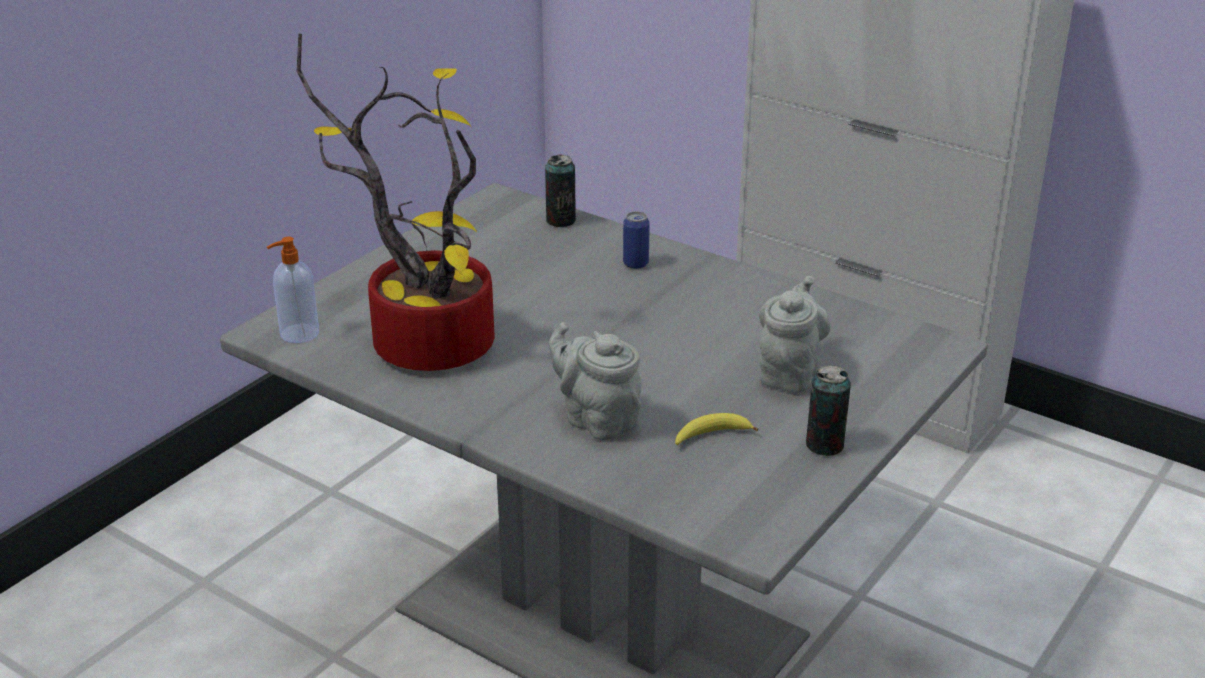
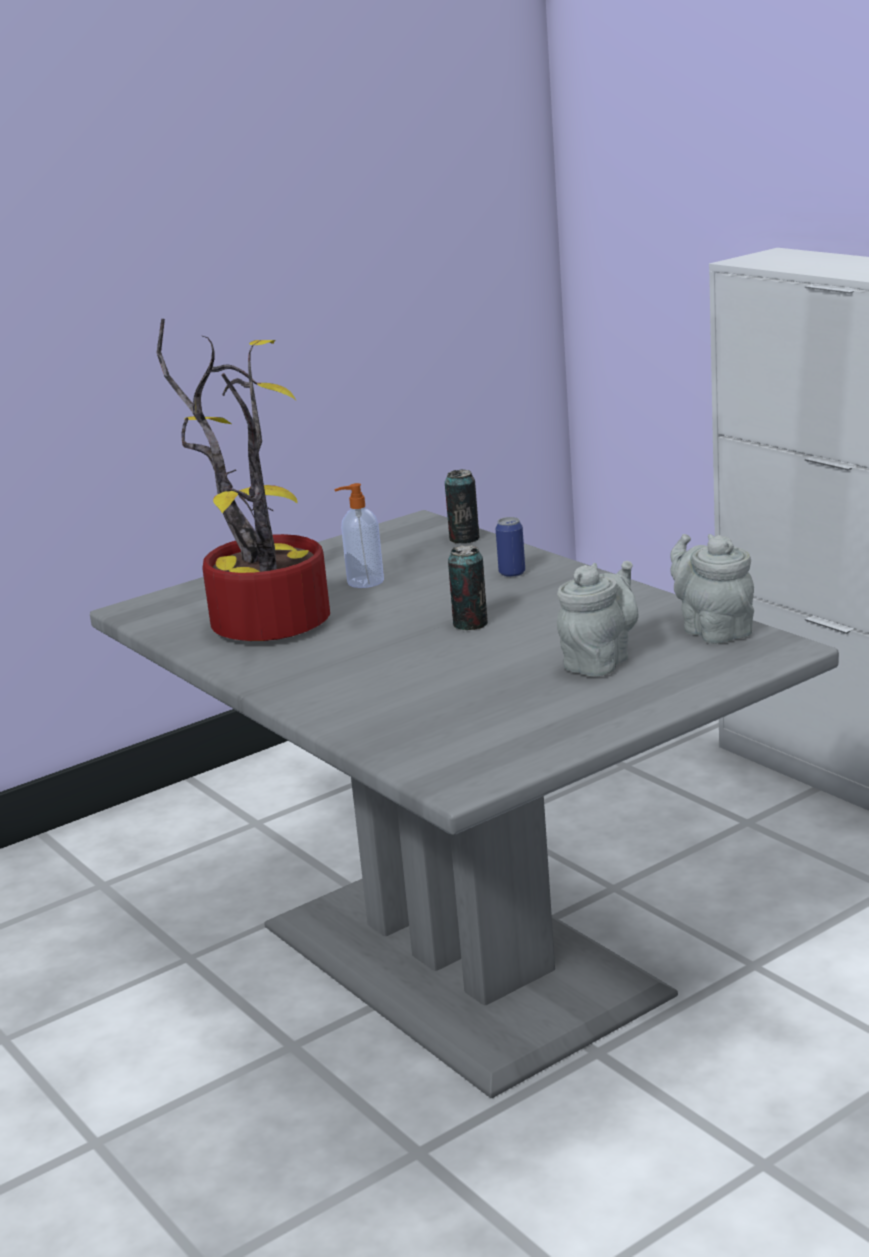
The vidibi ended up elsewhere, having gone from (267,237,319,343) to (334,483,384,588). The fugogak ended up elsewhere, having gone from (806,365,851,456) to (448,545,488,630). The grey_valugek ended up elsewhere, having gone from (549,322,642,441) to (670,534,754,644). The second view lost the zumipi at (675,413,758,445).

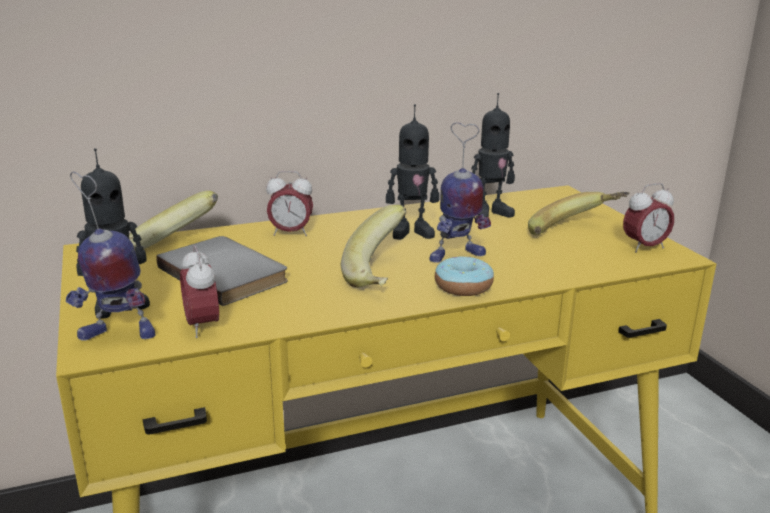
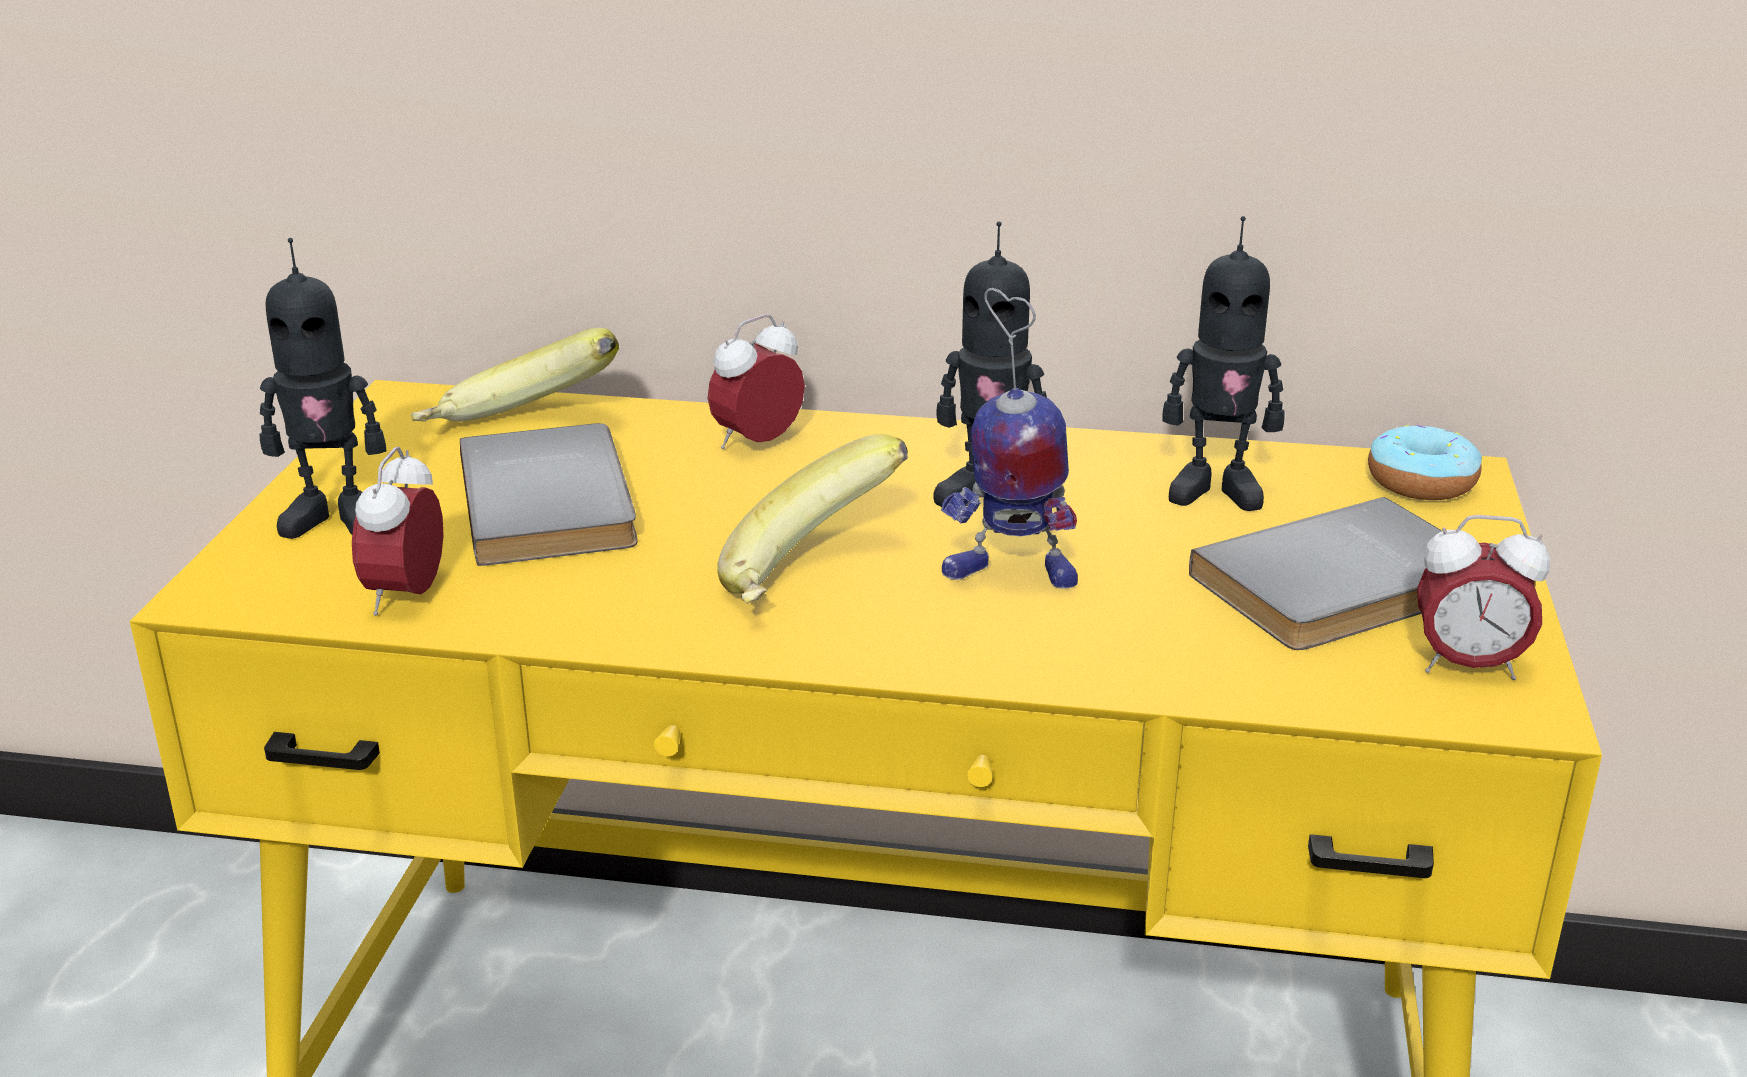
The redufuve at (266,171,313,236) ended up facing another way, 105 degrees clockwise from before. Where the zumipi stood at (528,192,629,235), the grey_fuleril came to stand at (1189,497,1442,650). The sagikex ended up elsewhere, having gone from (435,257,494,296) to (1368,425,1482,500). The second view lost the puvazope at (66,172,155,341).

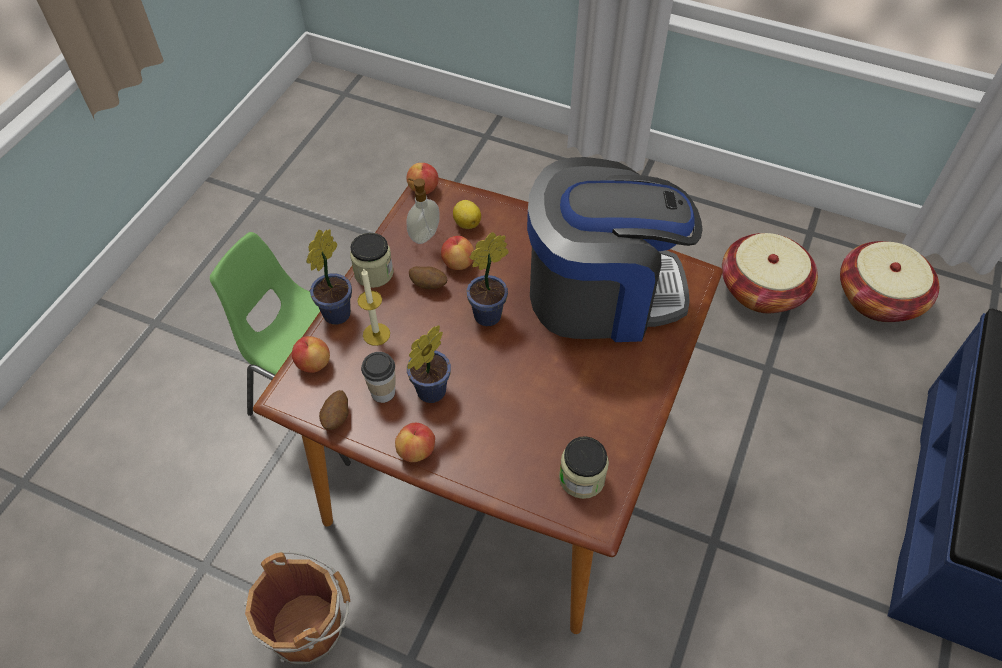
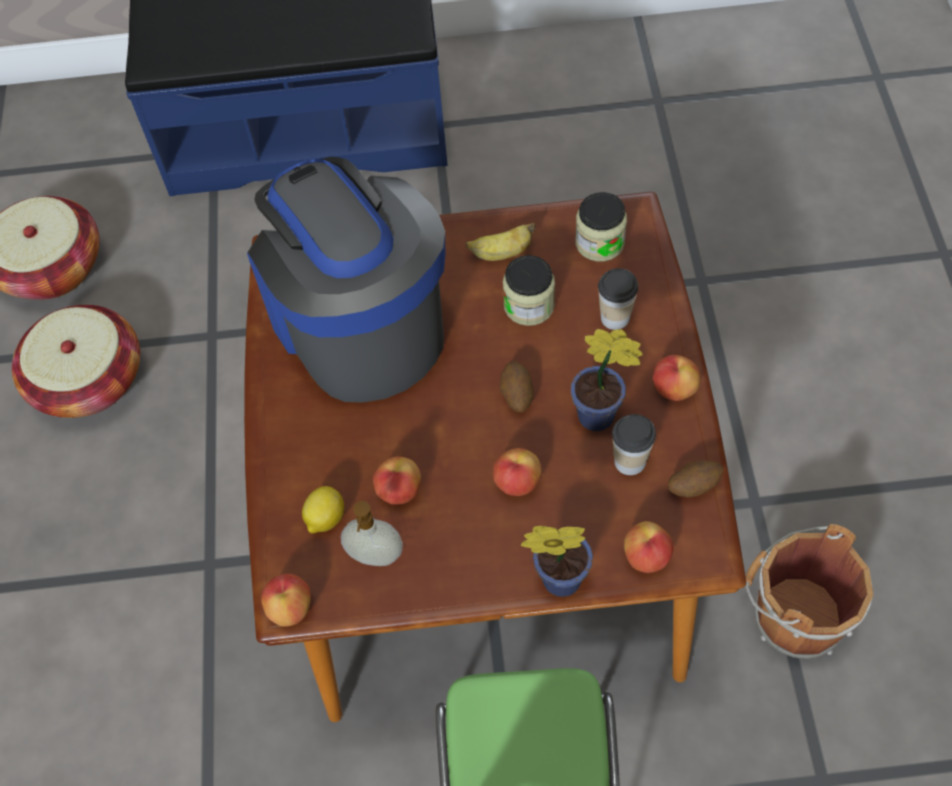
The second view gained the zumipi at (466,223,535,261). The second view gained the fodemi at (493,448,542,496). The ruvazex ended up elsewhere, having gone from (409,266,447,289) to (500,361,534,412). The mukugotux ended up elsewhere, having gone from (350,233,394,288) to (503,255,555,326). The second view gained the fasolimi at (598,268,638,330). The second view lost the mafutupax at (357,268,390,346). The second view lost the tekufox at (466,232,509,326).

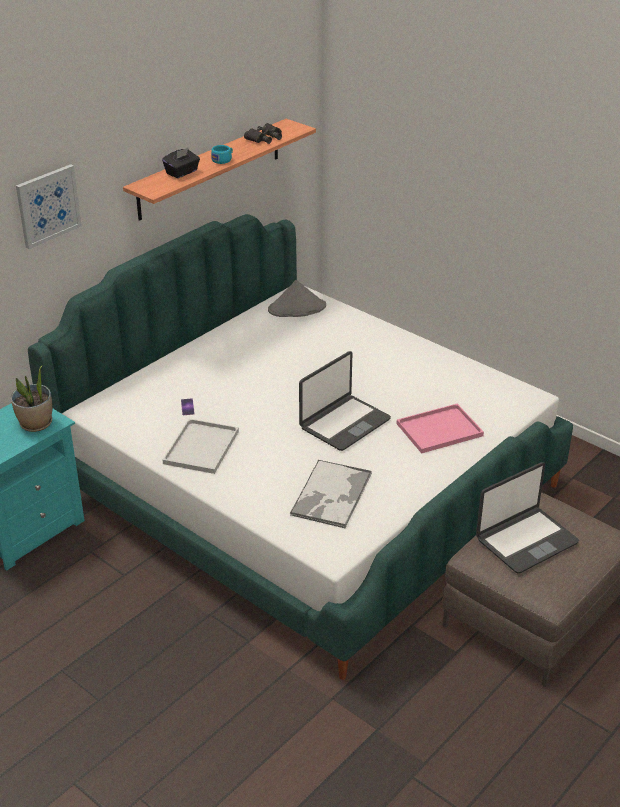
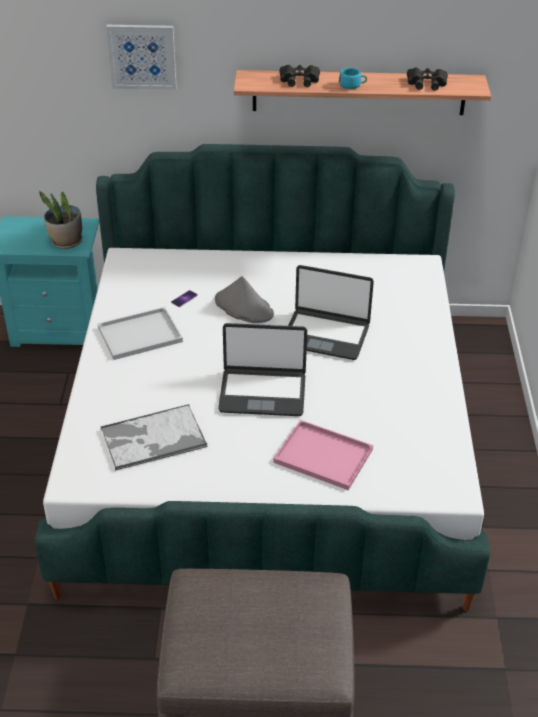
The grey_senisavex ended up elsewhere, having gone from (268,280,326,317) to (215,276,274,323). Where the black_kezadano stood at (162,147,200,178), the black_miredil came to stand at (279,65,320,87). The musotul ended up elsewhere, having gone from (476,462,579,574) to (288,265,374,360).

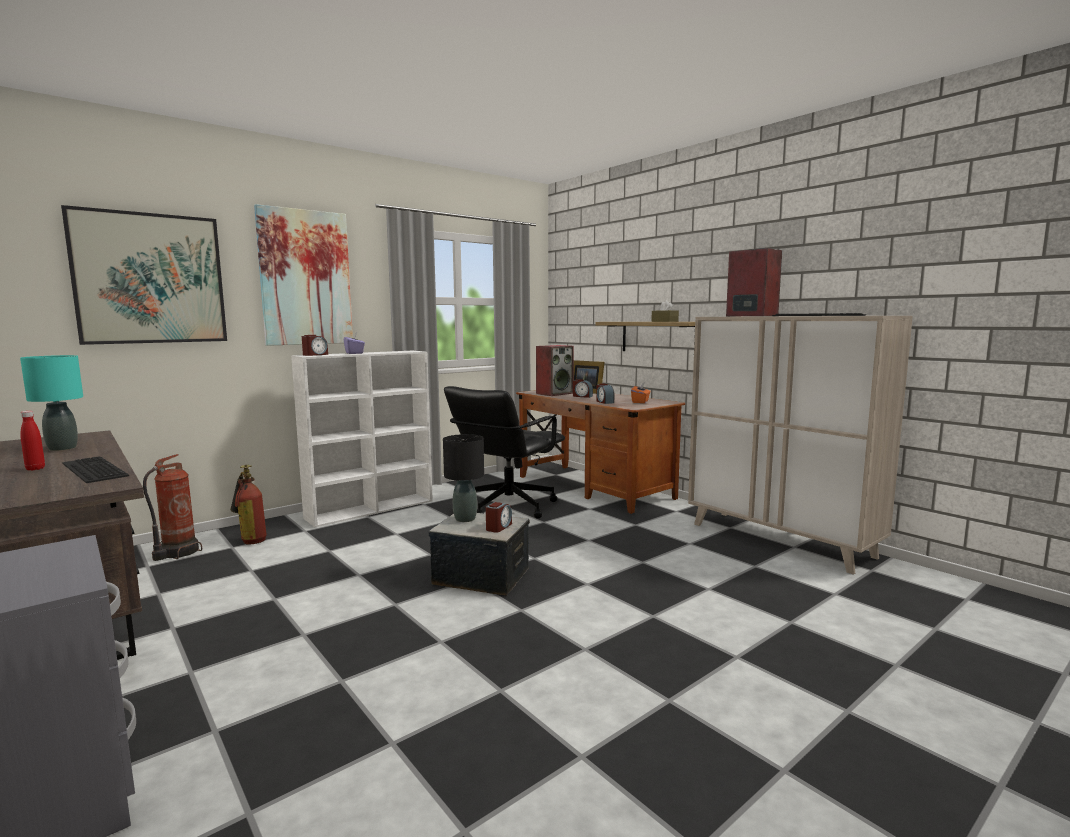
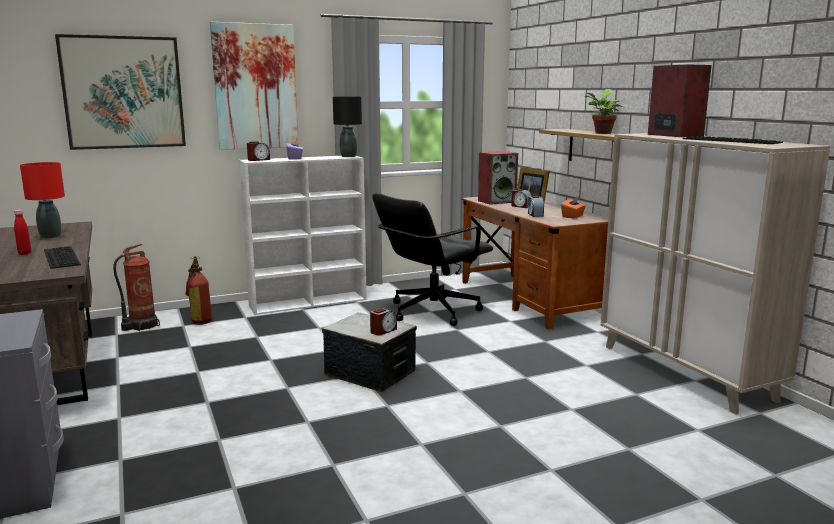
What was the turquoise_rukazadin at (20,355,83,451) turned into the red_rukazadin at (20,162,65,238). The black_rukazadin ended up elsewhere, having gone from (443,434,484,522) to (333,97,362,157). Where the brown_kezadano stood at (651,300,679,322), the tekufox came to stand at (585,89,622,134).

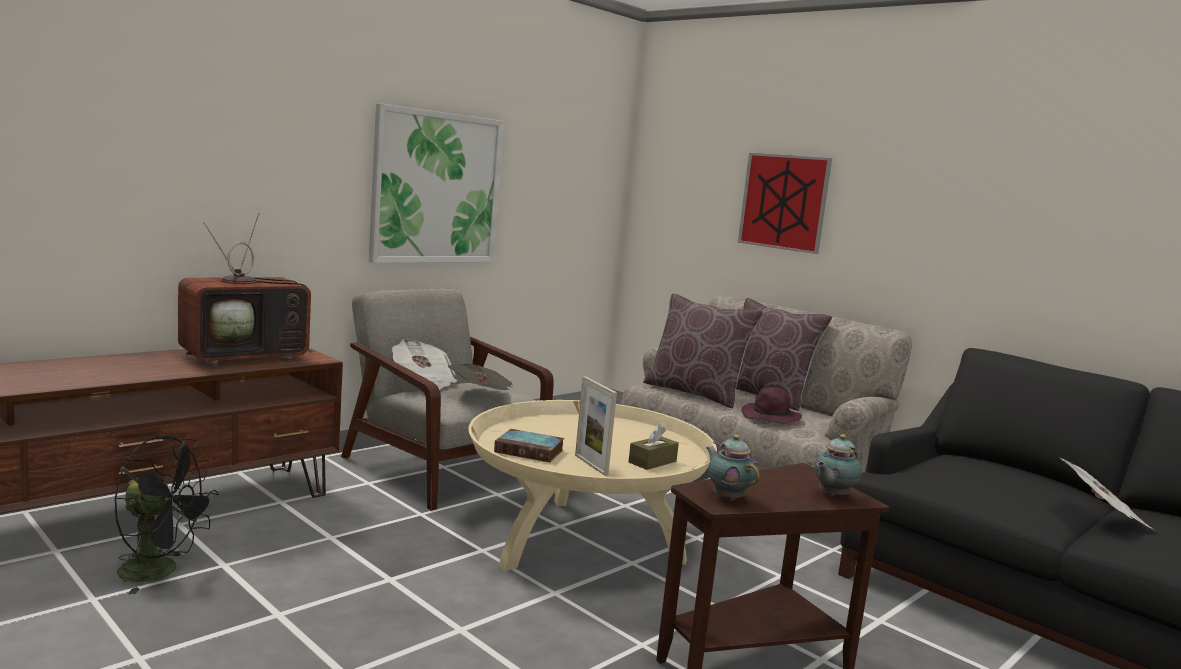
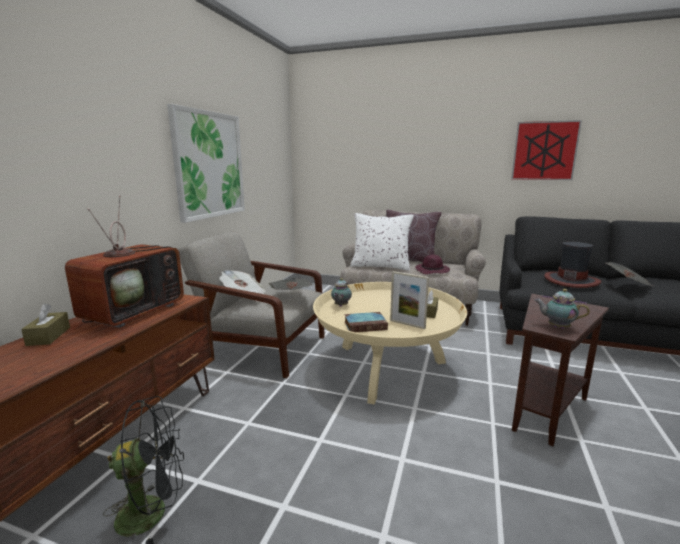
The second view gained the brown_kezadano at (21,303,70,346). The valugek ended up elsewhere, having gone from (815,434,862,497) to (331,278,352,307). What was the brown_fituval at (643,293,763,408) turned into the white_fituval at (350,213,414,270). The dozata ended up elsewhere, having gone from (738,153,832,254) to (511,120,582,180). The second view gained the senisavex at (544,242,601,288).

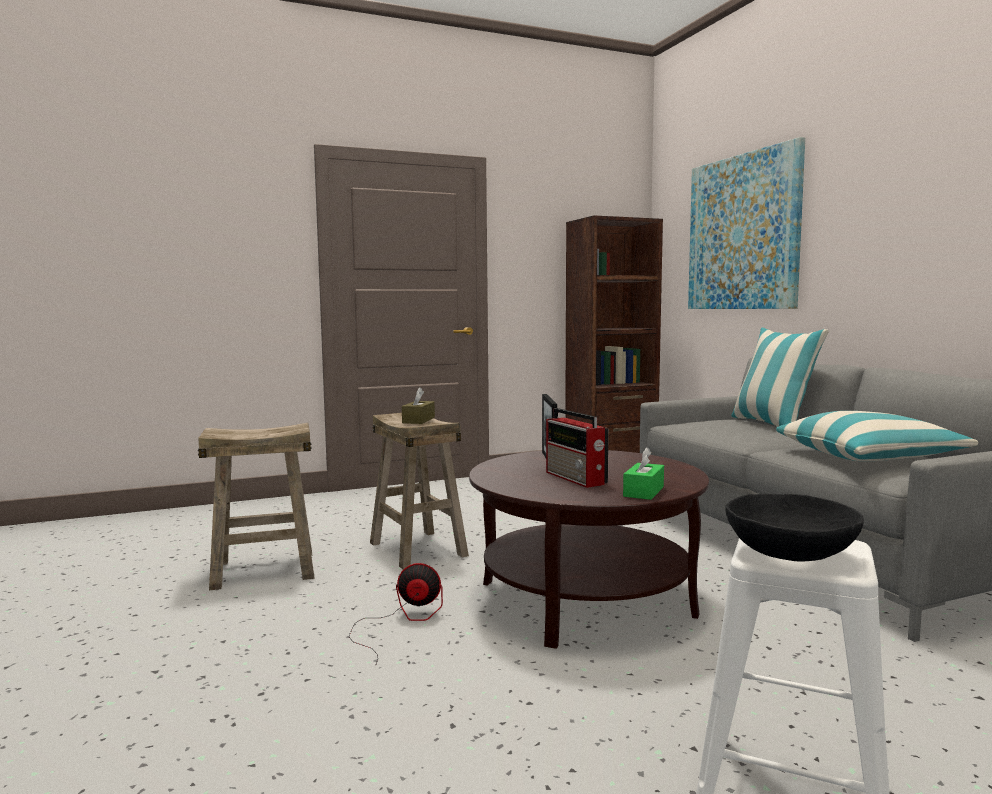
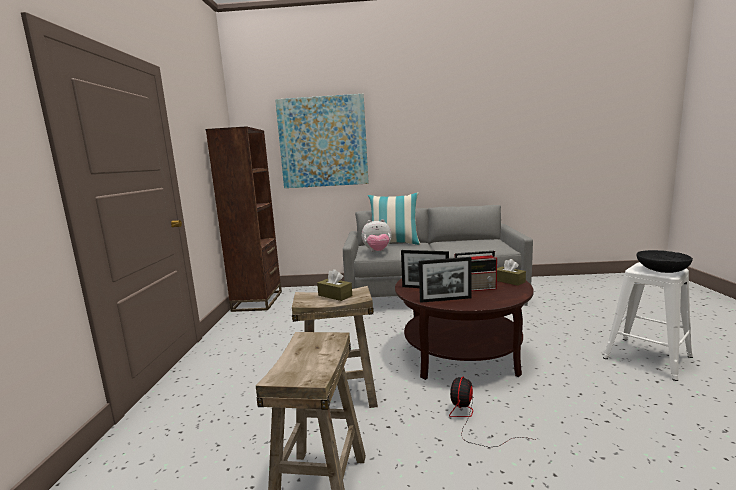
The second view gained the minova at (362,219,392,252). The second view gained the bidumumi at (419,257,472,303). What was the green_kezadano at (623,447,664,500) turned into the brown_kezadano at (497,259,526,286). The second view lost the fituval at (776,411,978,461).

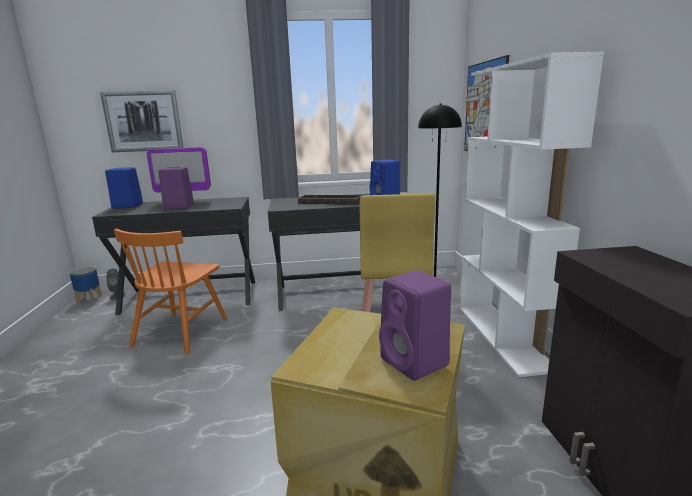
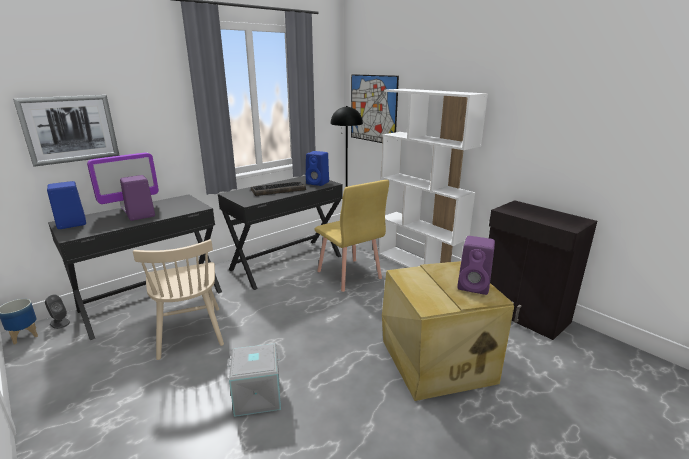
What was the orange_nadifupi at (114,229,227,354) turned into the beige_nadifupi at (133,239,224,360). The second view gained the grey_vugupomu at (227,344,281,417).

